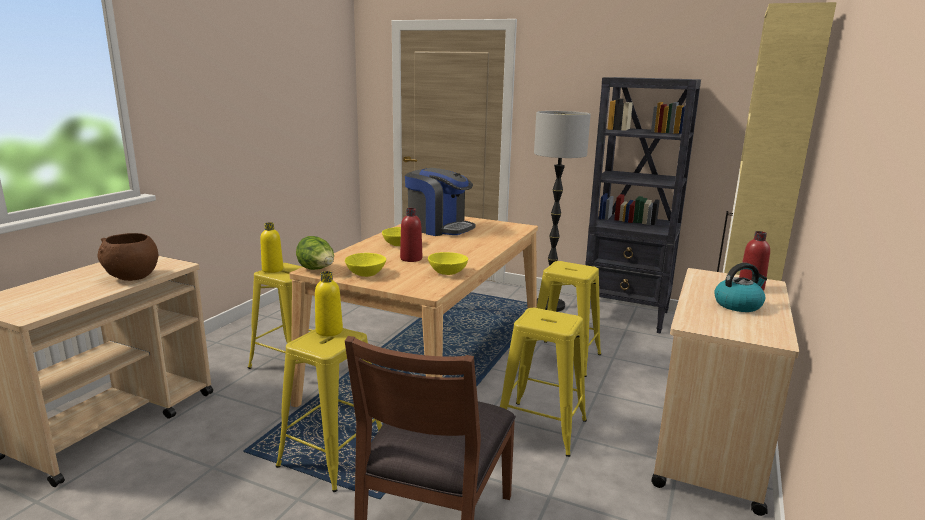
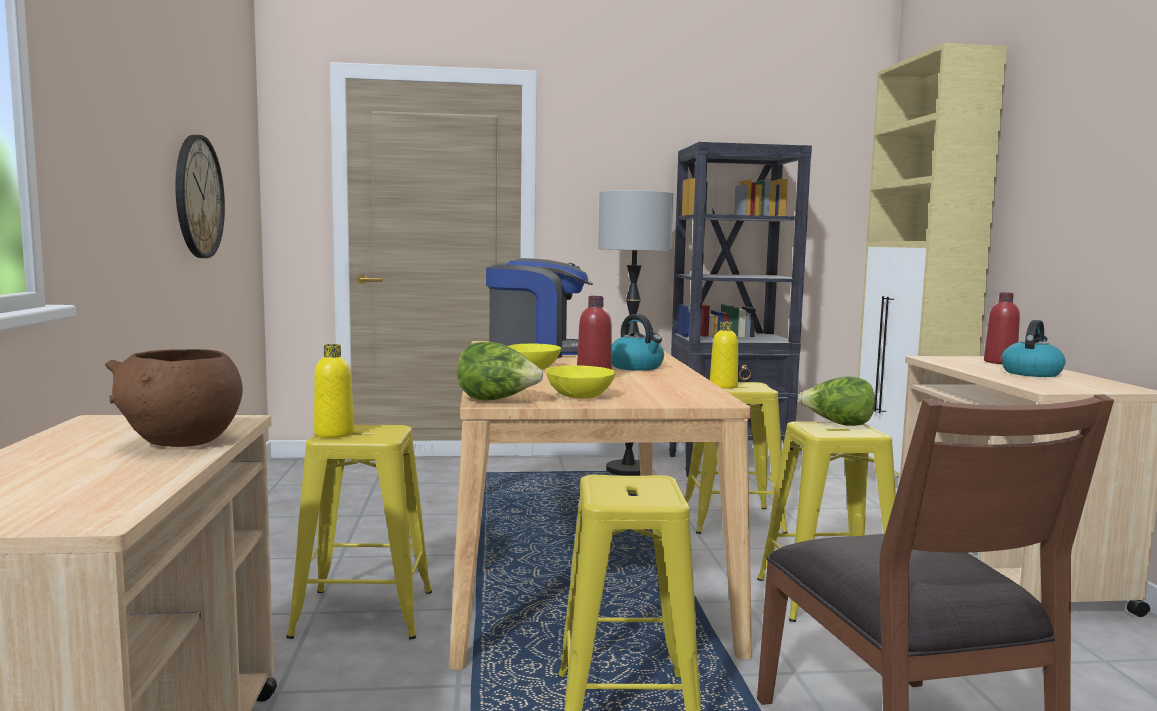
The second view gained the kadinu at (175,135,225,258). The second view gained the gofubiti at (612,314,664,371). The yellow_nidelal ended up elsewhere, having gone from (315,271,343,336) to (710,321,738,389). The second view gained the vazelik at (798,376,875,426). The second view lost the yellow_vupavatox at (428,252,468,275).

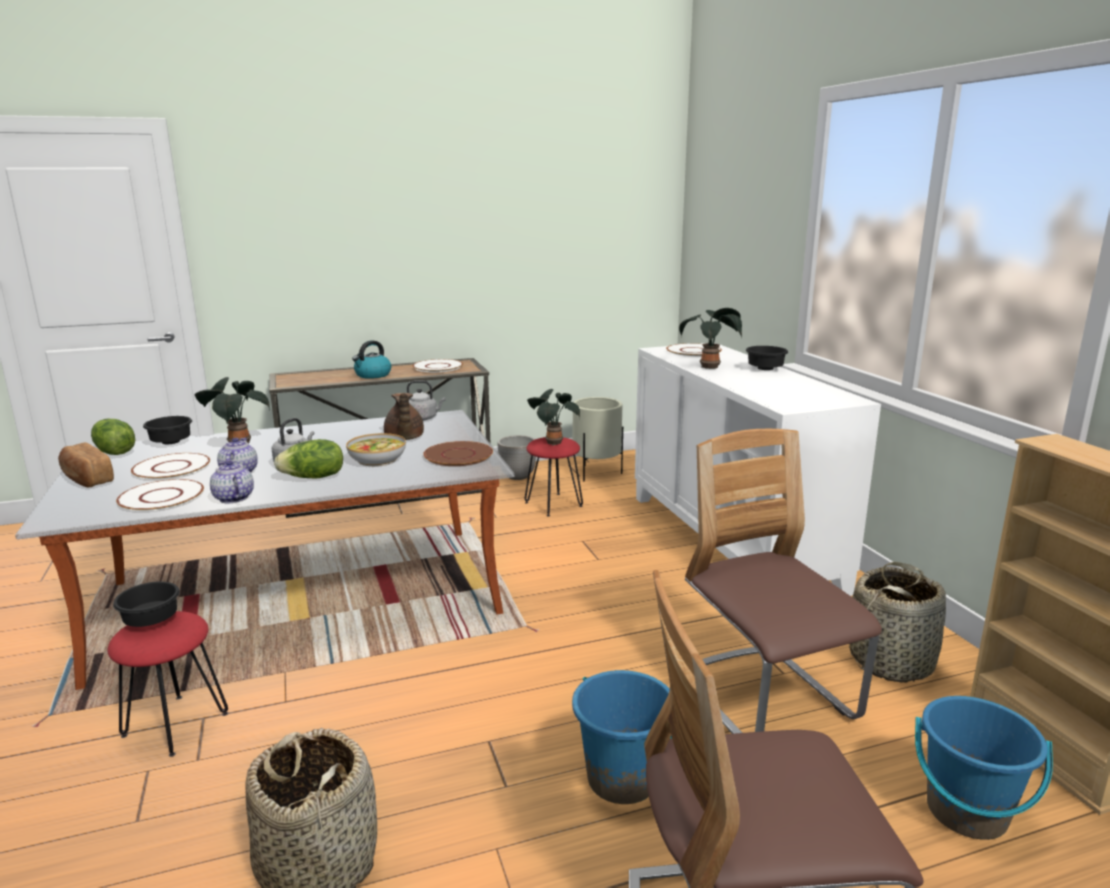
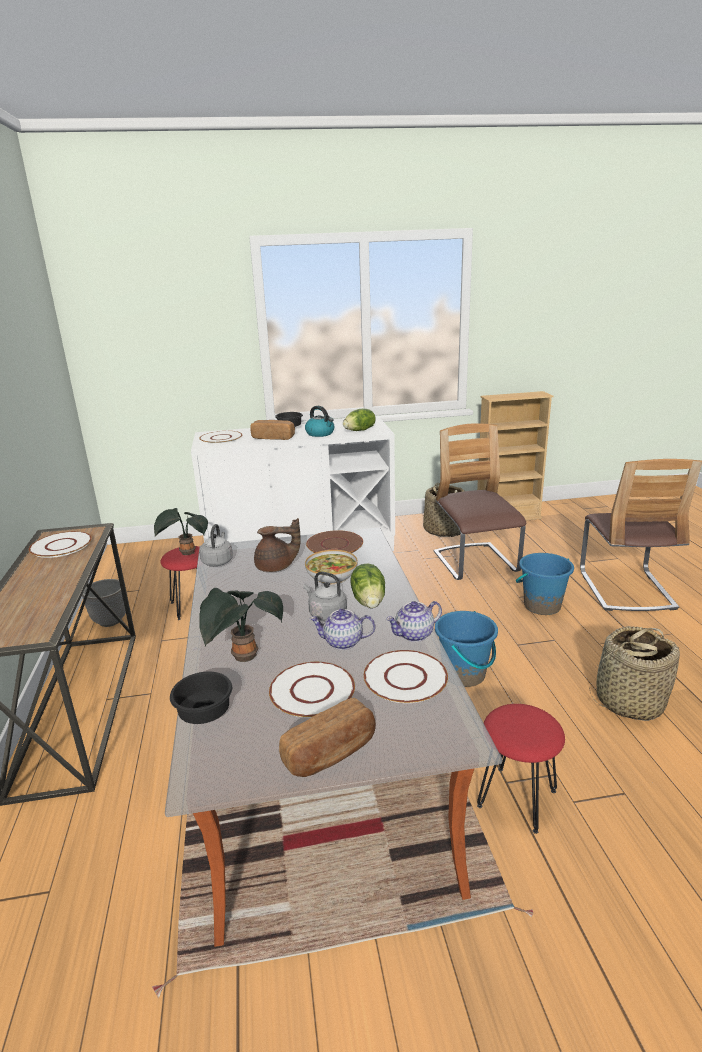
Where the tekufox stood at (679,308,742,369), the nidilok came to stand at (250,420,295,440). The gofubiti ended up elsewhere, having gone from (352,340,391,379) to (305,406,335,437). The vazelik ended up elsewhere, having gone from (91,419,135,455) to (343,409,376,431). The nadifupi at (685,429,882,734) ended up facing another way, 90 degrees clockwise from before. The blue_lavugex ended up elsewhere, having gone from (915,696,1053,840) to (435,611,498,687). The second view lost the black_vupavatox at (113,581,180,627). The second view lost the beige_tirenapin at (573,397,623,481).

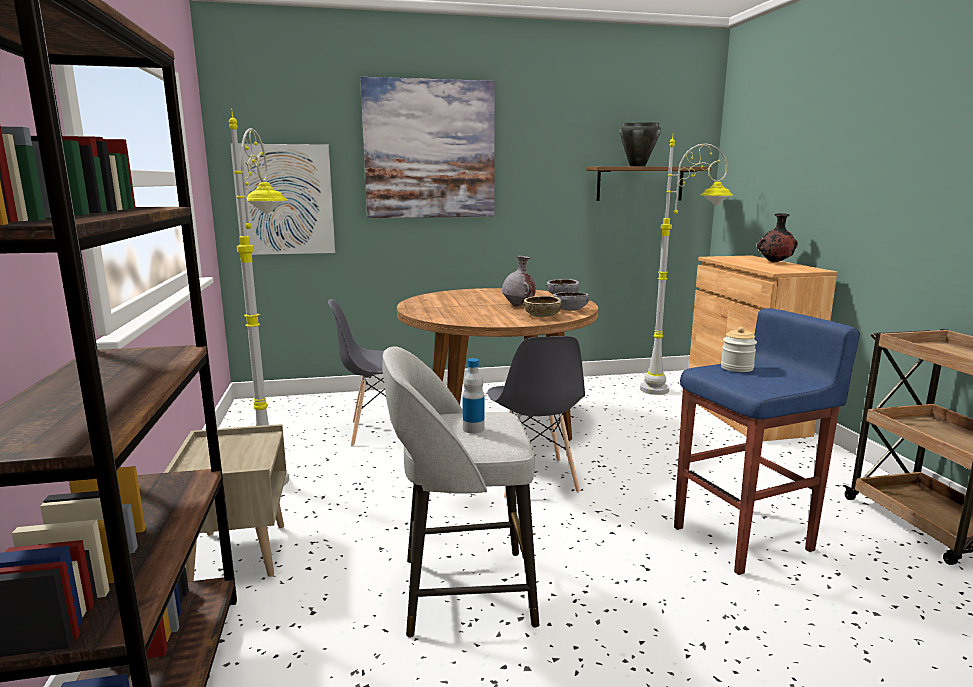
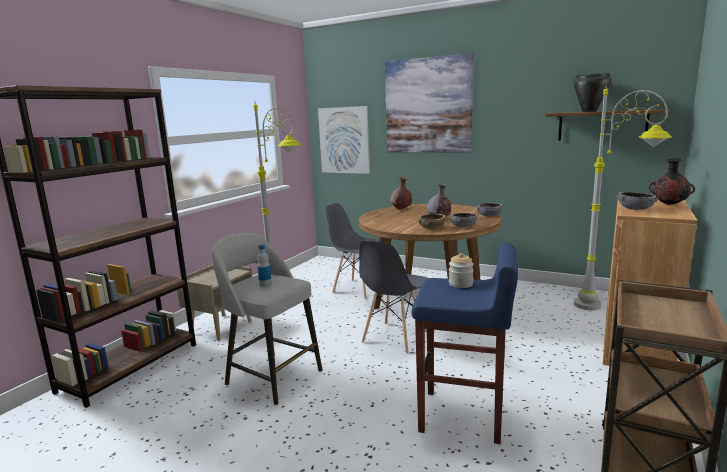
The second view gained the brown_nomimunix at (390,177,412,210). The second view gained the grey_vupavatox at (616,192,658,210).

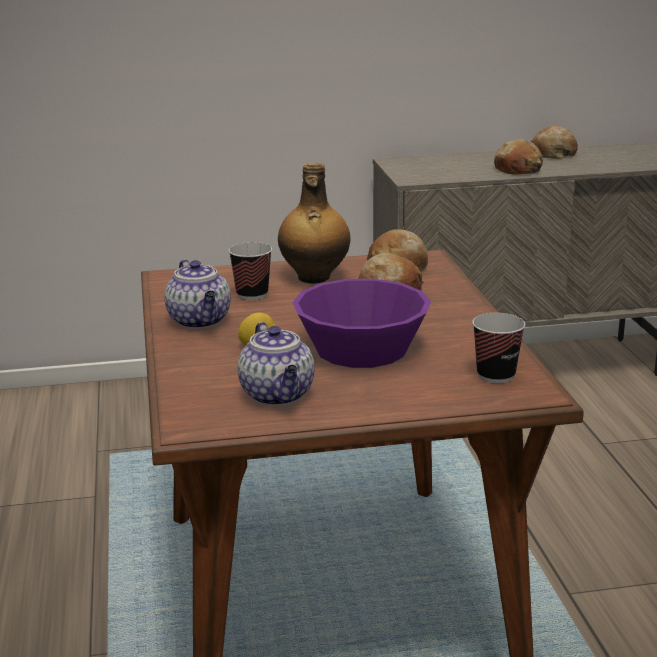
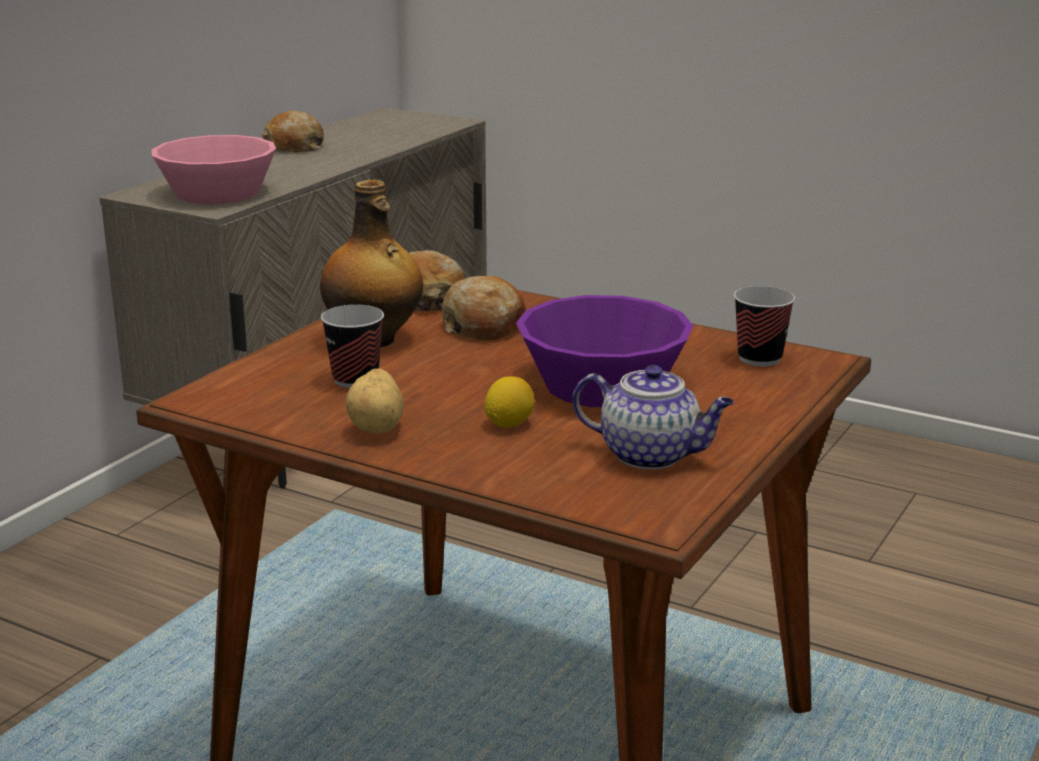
The second view gained the pink_vupavatox at (152,135,276,204). Where the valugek stood at (164,260,231,329), the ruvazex came to stand at (346,368,404,434). The second view lost the nidilok at (494,139,543,175).

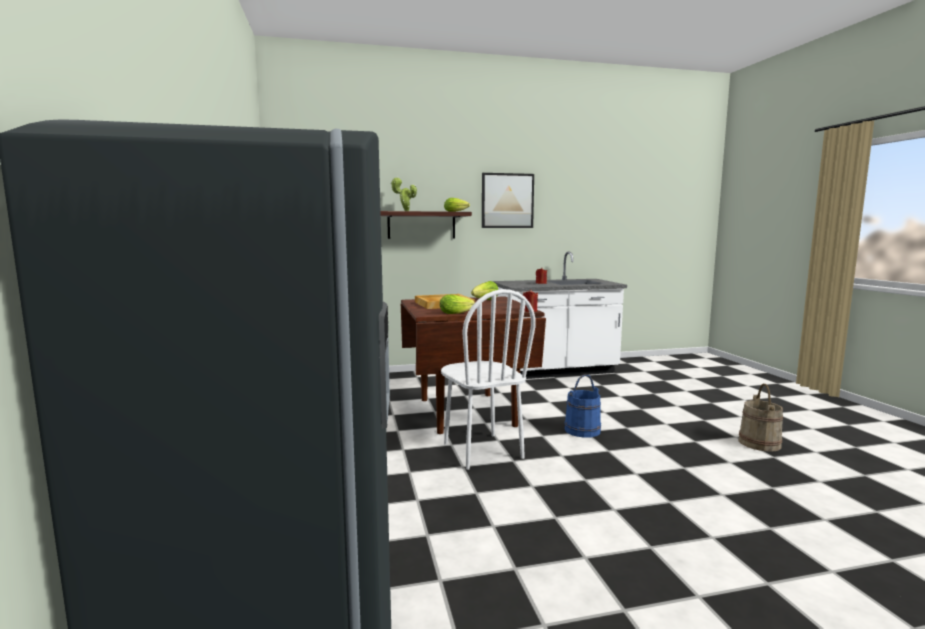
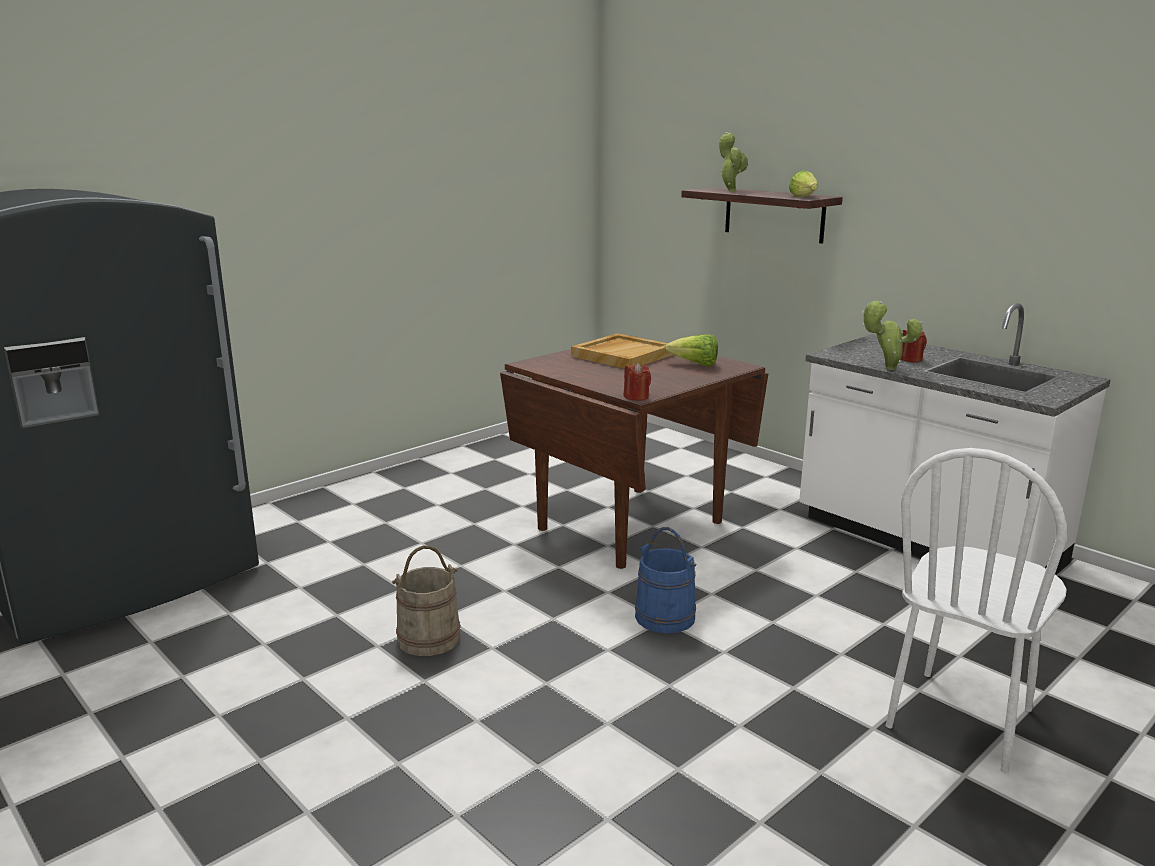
The beige_lavugex ended up elsewhere, having gone from (739,384,783,452) to (392,545,461,656). The second view gained the tekufox at (862,301,923,370). The white_nadifupi ended up elsewhere, having gone from (441,289,536,470) to (886,448,1067,773). The second view lost the vazelik at (440,295,475,314). The second view lost the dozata at (482,173,534,228).

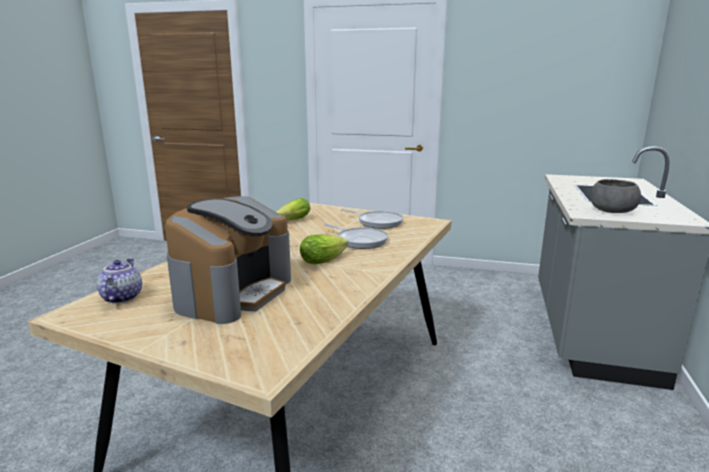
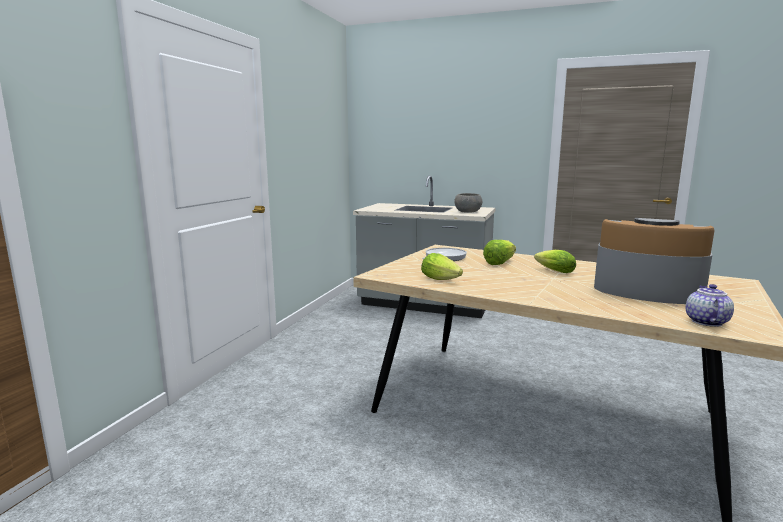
Where the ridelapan stood at (324,223,388,249), the vazelik came to stand at (483,240,516,265). The valugek at (97,258,142,303) ended up facing another way, 105 degrees clockwise from before.

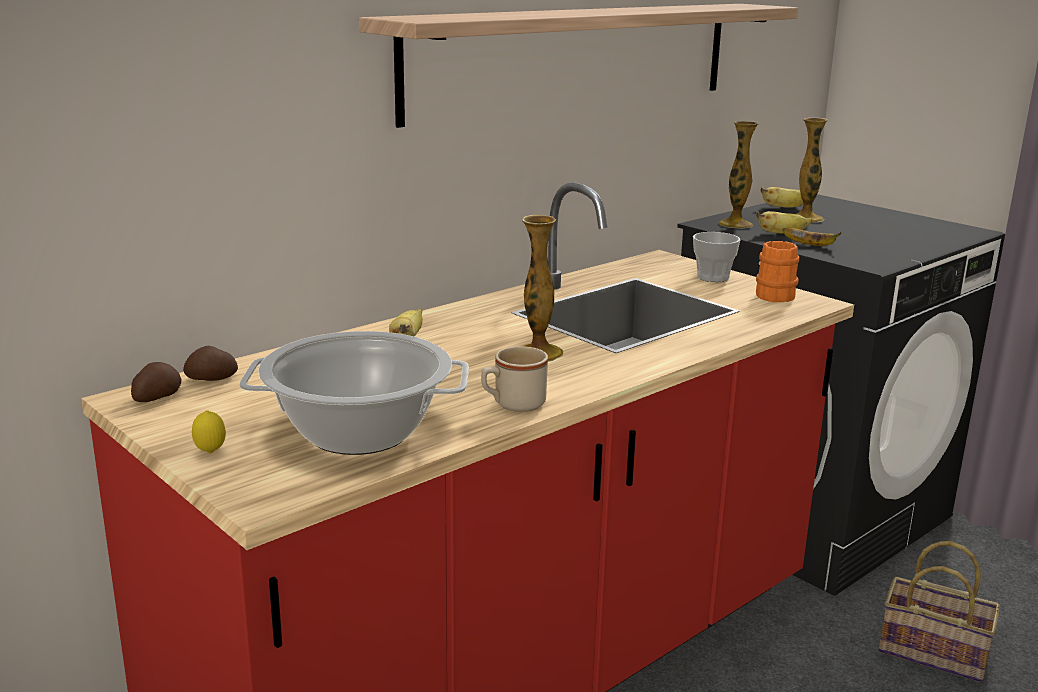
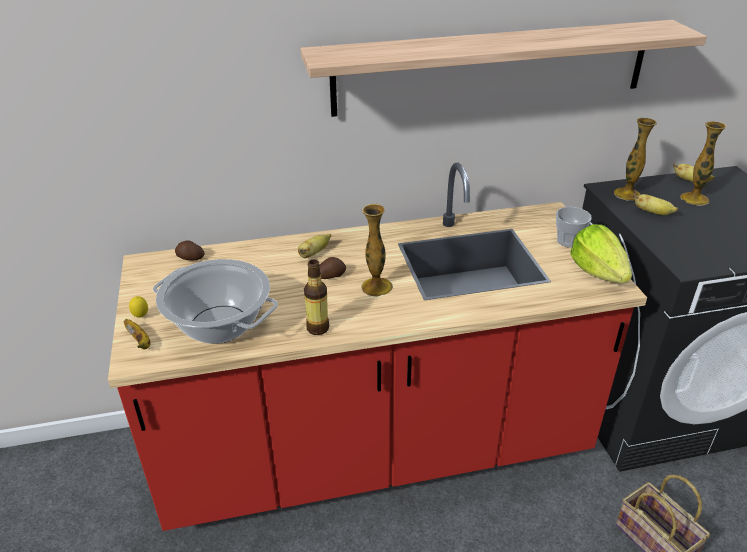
The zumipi ended up elsewhere, having gone from (782,227,842,246) to (124,319,151,349). Where the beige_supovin stood at (481,346,548,412), the nidelal came to stand at (304,260,329,335). The ruvazex ended up elsewhere, having gone from (131,362,181,402) to (319,257,346,279). Where the orange_supovin stood at (756,241,799,302), the vazelik came to stand at (570,224,632,283).

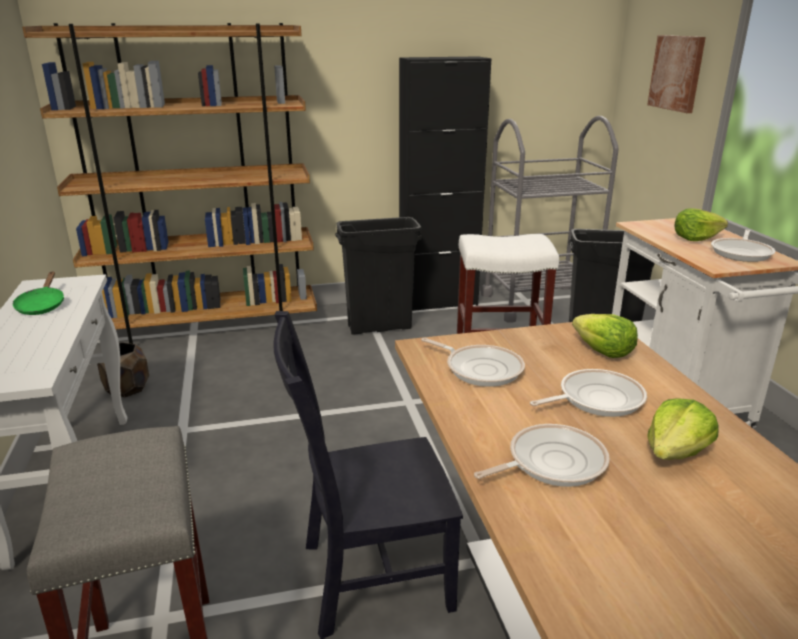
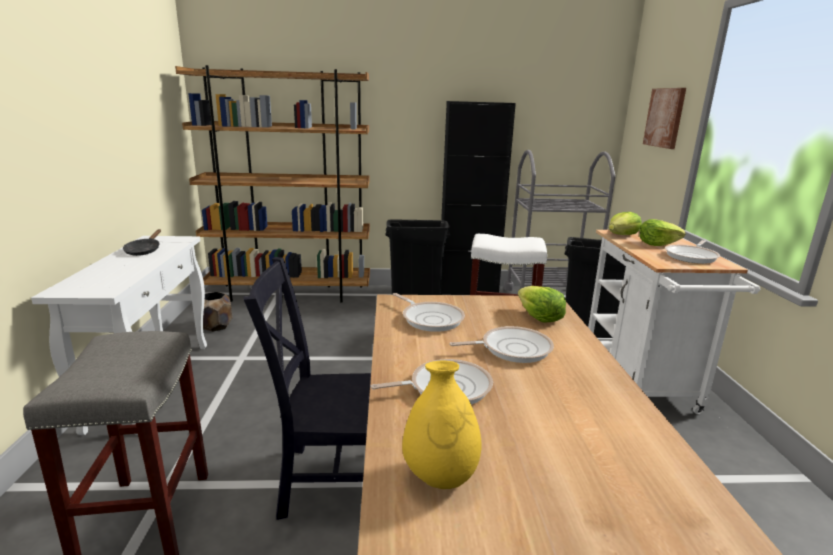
What was the green_ridelapan at (13,271,64,315) turned into the black_ridelapan at (123,229,161,256). The second view gained the yellow_nomimunix at (402,361,482,489). The vazelik ended up elsewhere, having gone from (647,398,719,460) to (609,212,642,235).

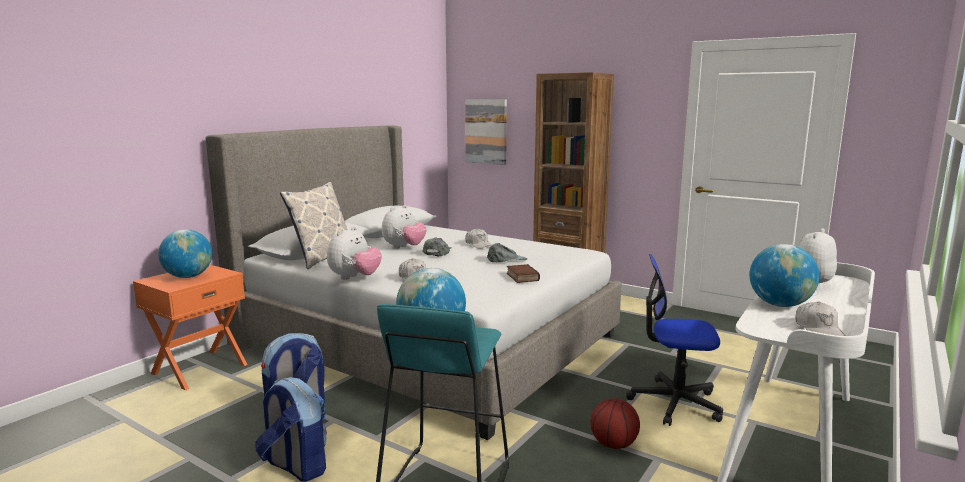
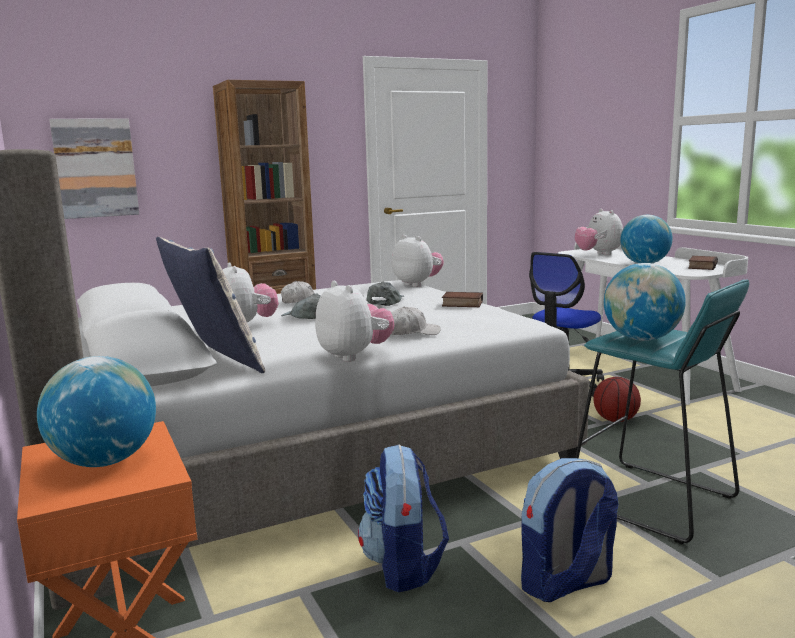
The second view gained the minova at (392,235,444,287). Where the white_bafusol stood at (795,301,845,336), the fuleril came to stand at (688,256,718,270).

